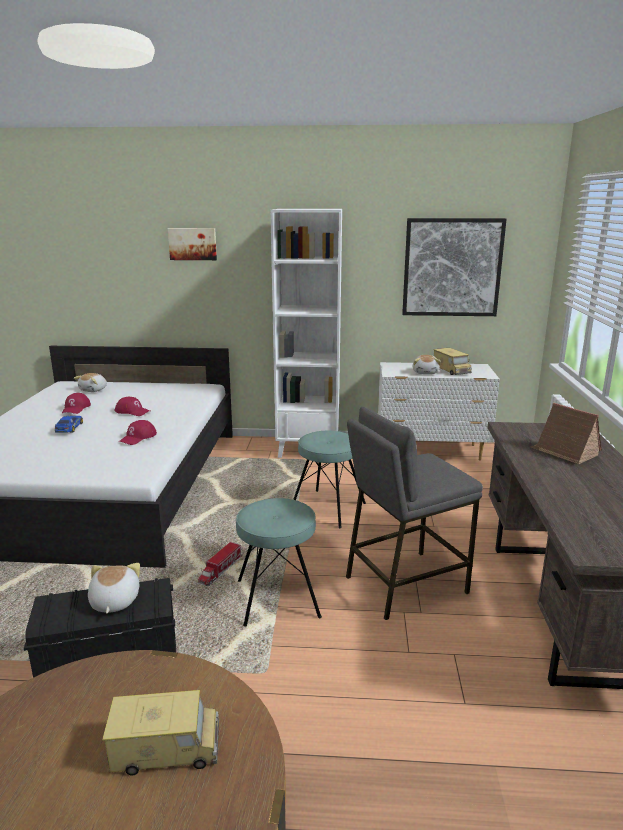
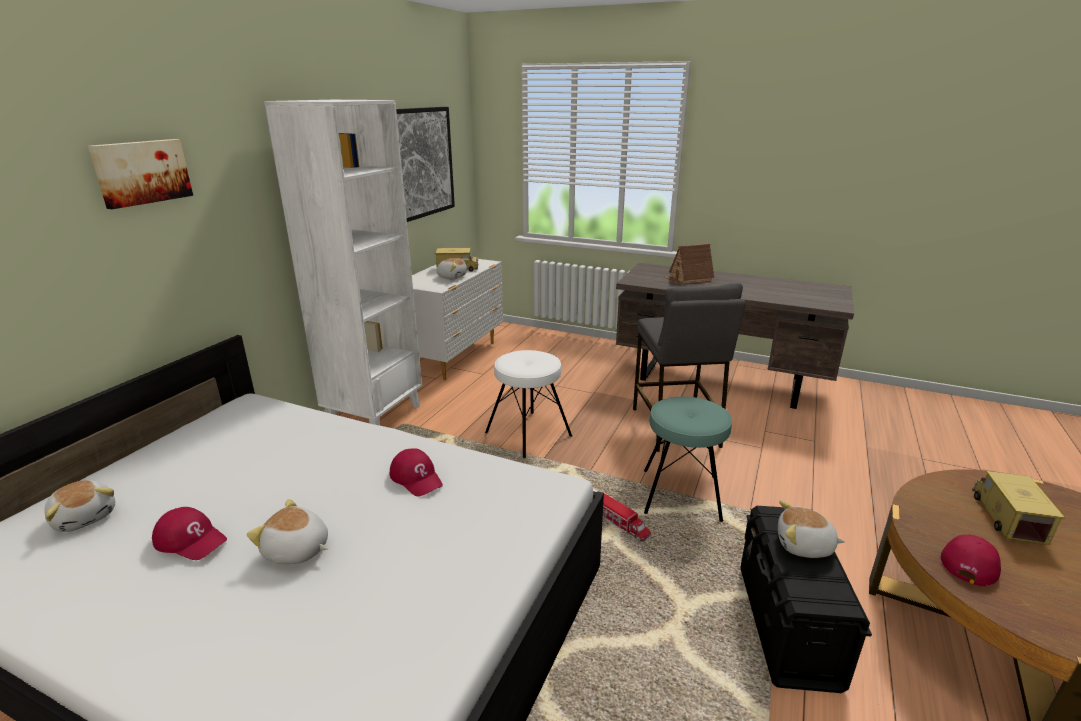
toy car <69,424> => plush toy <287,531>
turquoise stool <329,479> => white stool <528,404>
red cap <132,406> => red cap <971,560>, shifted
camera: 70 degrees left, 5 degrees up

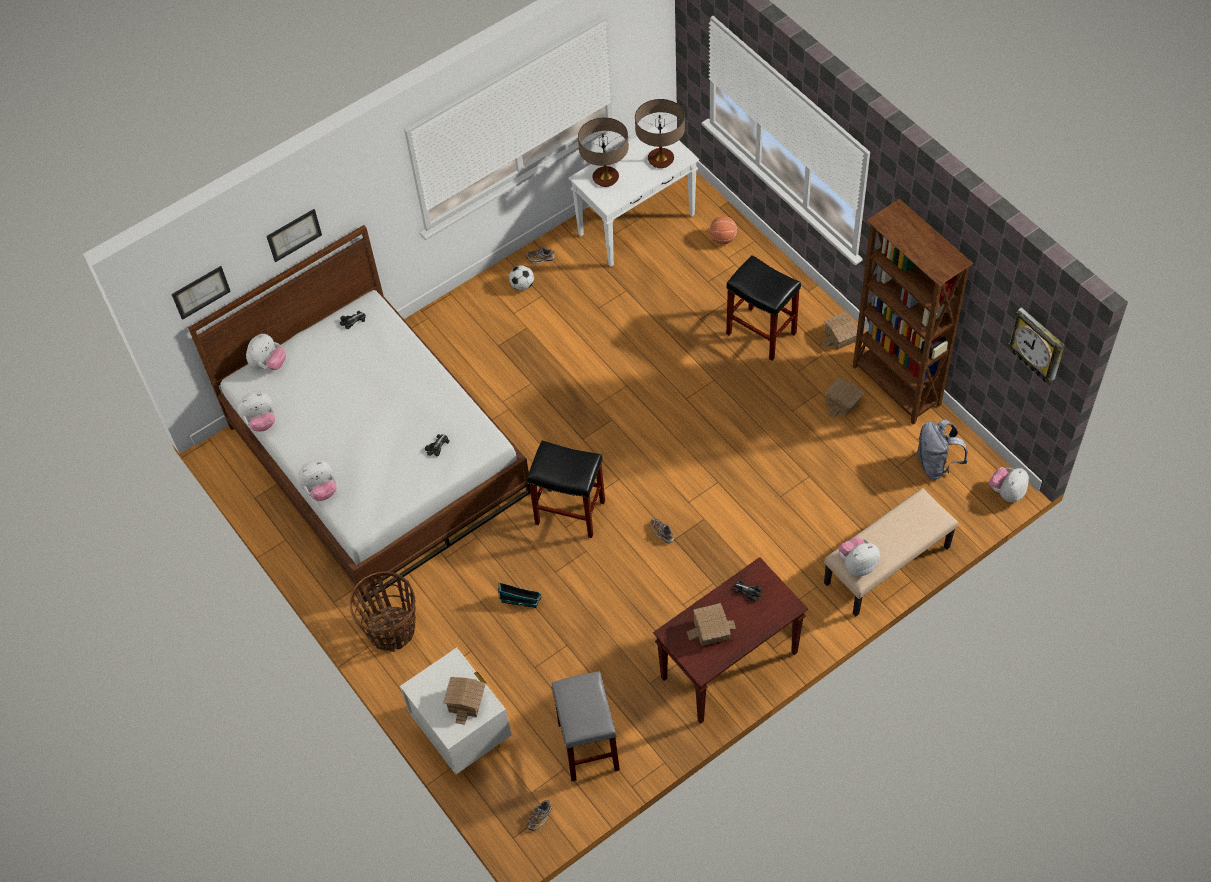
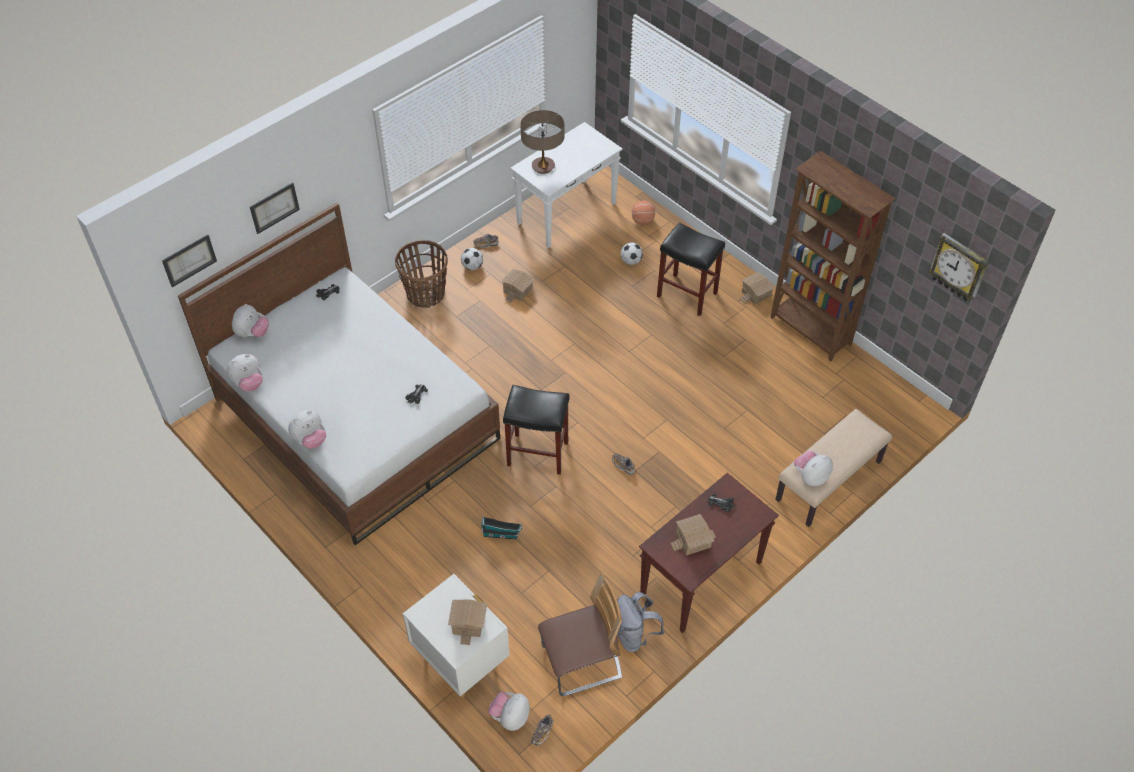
basket <383,612> => basket <421,274>, shifted
plush toy <1009,485> => plush toy <509,711>, shifted
toy house <844,397> => toy house <518,286>, shifted
grey stool <585,726> => chair <580,634>
grey backpack <941,449> => grey backpack <640,622>, shifted
nothing => football <632,253>
table lamp <660,133> => nothing
camera: 10 degrees left, 5 degrees down

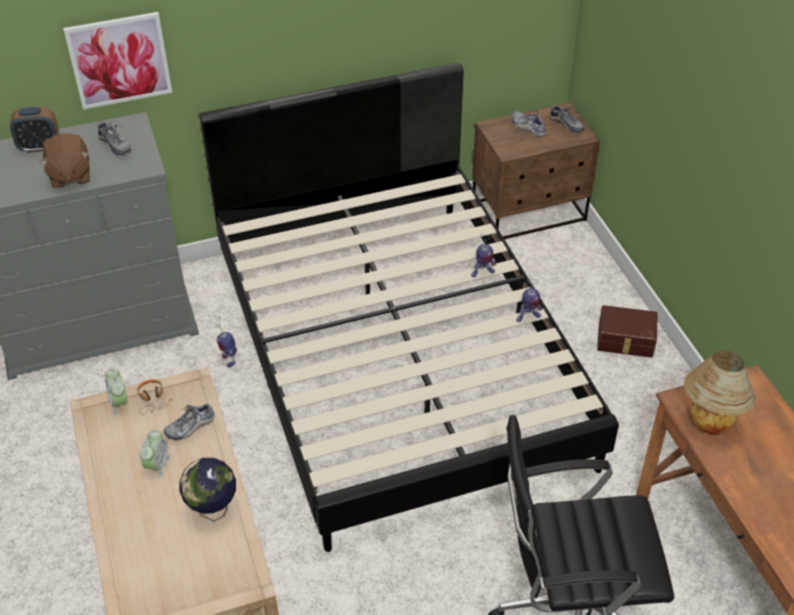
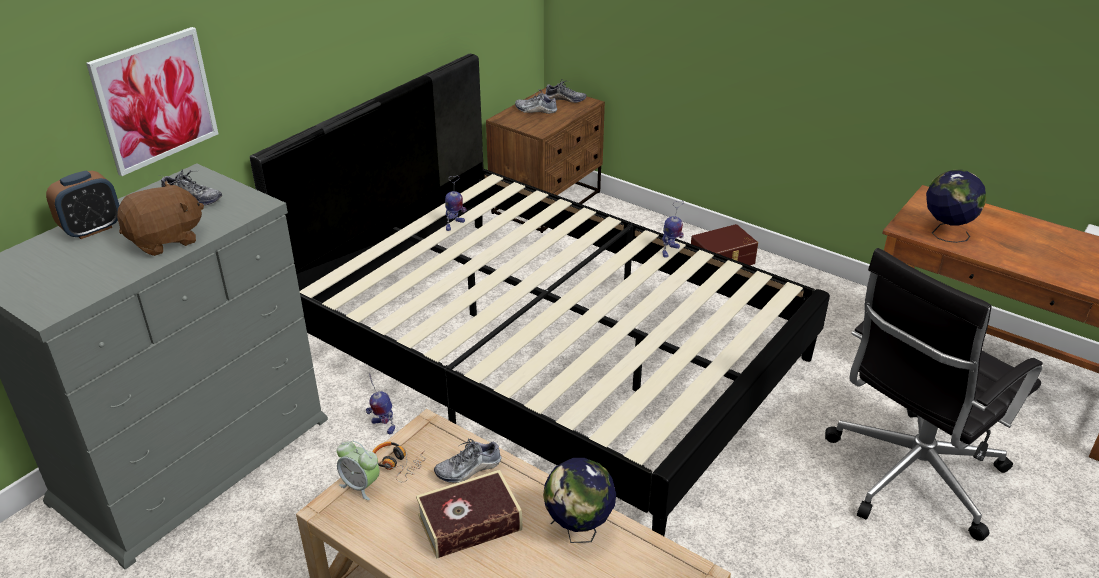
brown plush toy <64,160> => brown plush toy <160,218>, 75 degrees counterclockwise
alarm clock <154,454> => book <469,514>
shoe <189,422> => shoe <468,460>, 45 degrees clockwise
toy robot <483,255> => toy robot <456,203>, shifted
table lamp <719,392> => globe <956,206>
camera: 35 degrees left, 10 degrees down

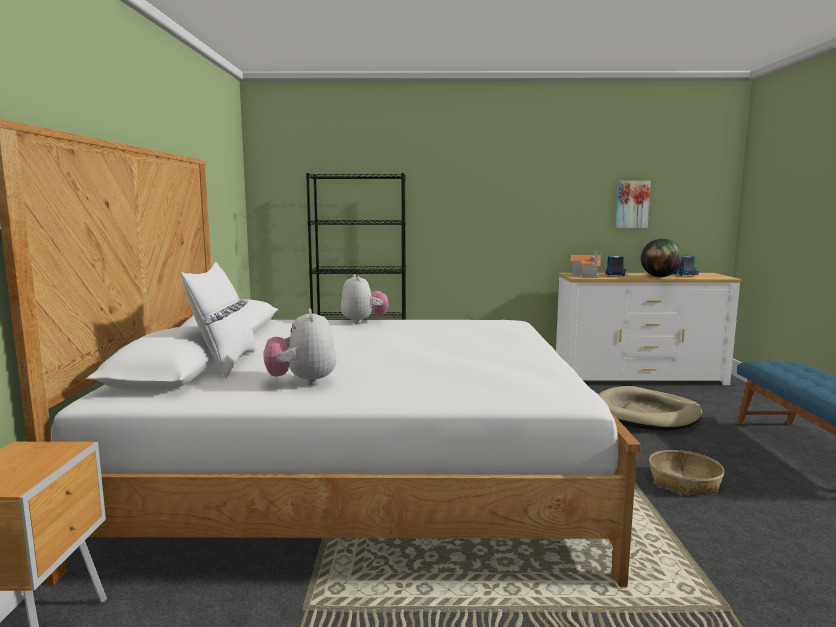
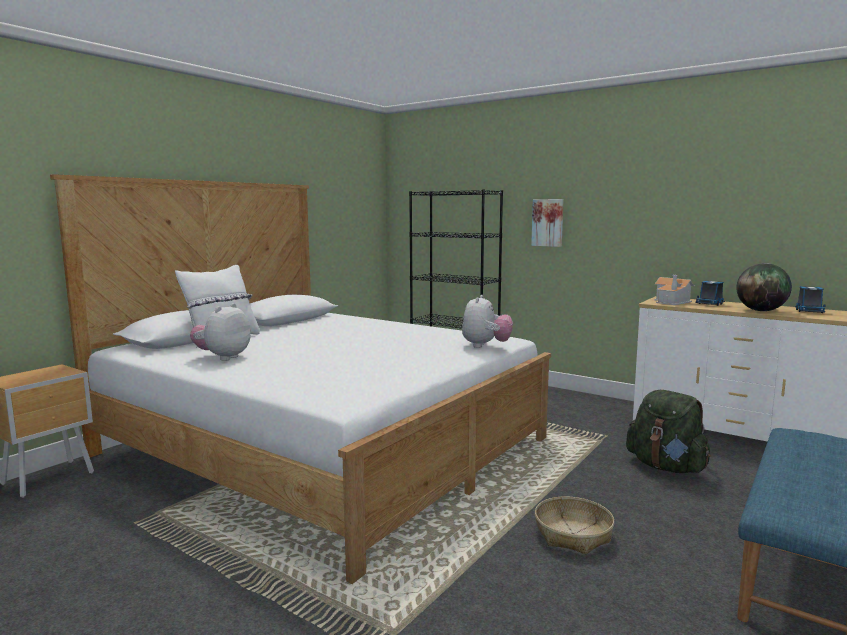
plush toy <365,299> => plush toy <487,321>, shifted
picture <633,204> => picture <547,223>, shifted
beige dog bed <650,408> => green backpack <668,431>
camera: 35 degrees right, 0 degrees up

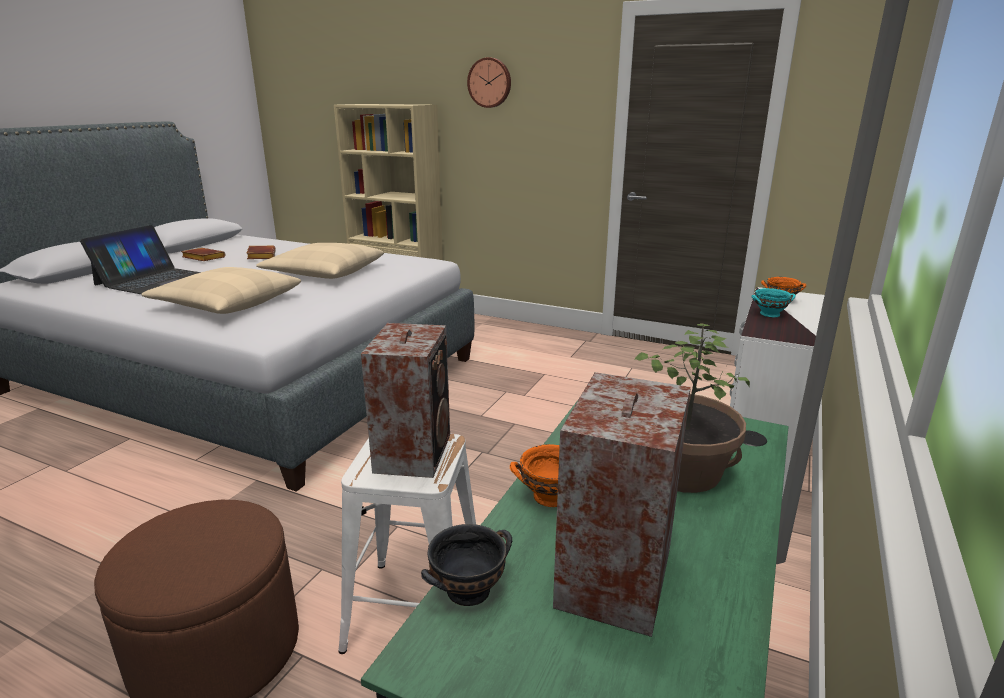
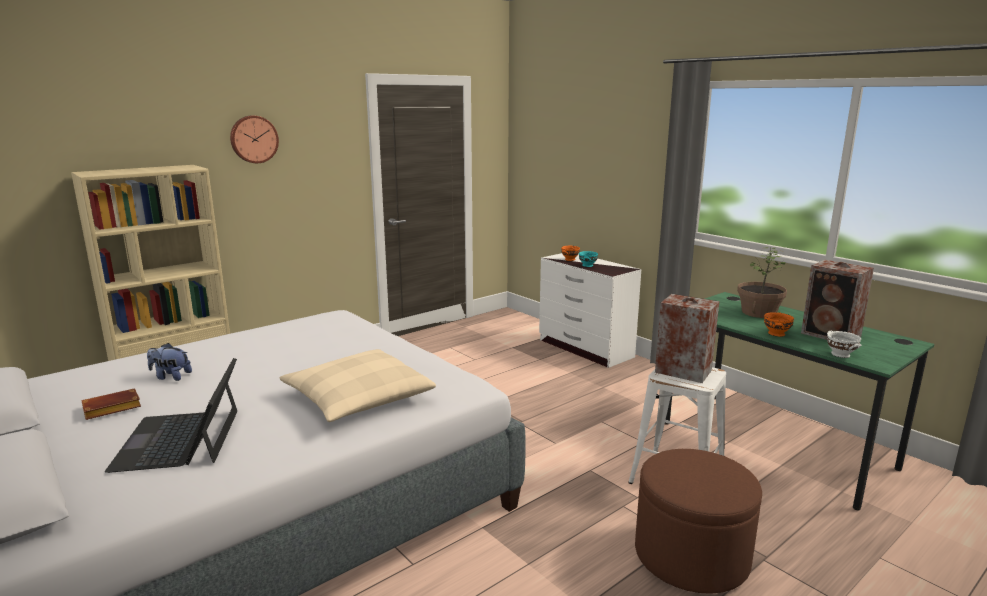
laptop <140,259> => laptop <171,415>, 150 degrees counterclockwise
brown book <260,252> => plush toy <169,362>
black bowl <466,565> => white bowl <844,344>
beige pillow <320,261> => nothing
camera: 65 degrees left, 5 degrees down

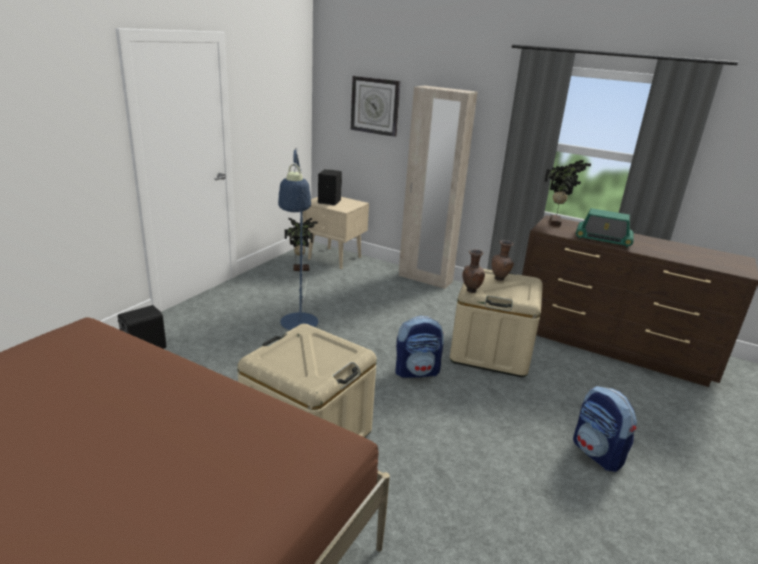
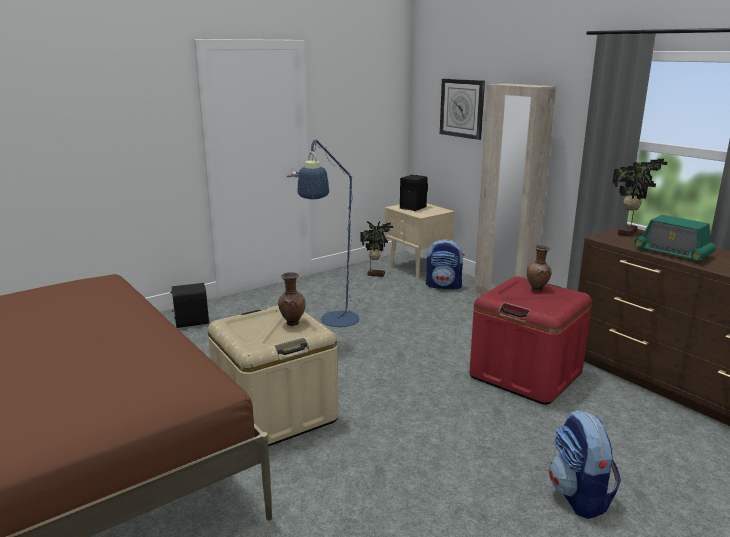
brown vase <473,271> => brown vase <292,299>, shifted
backpack <419,347> => backpack <445,264>, shifted
beige storage box <496,323> => red storage box <530,340>
camera: 25 degrees right, 5 degrees down

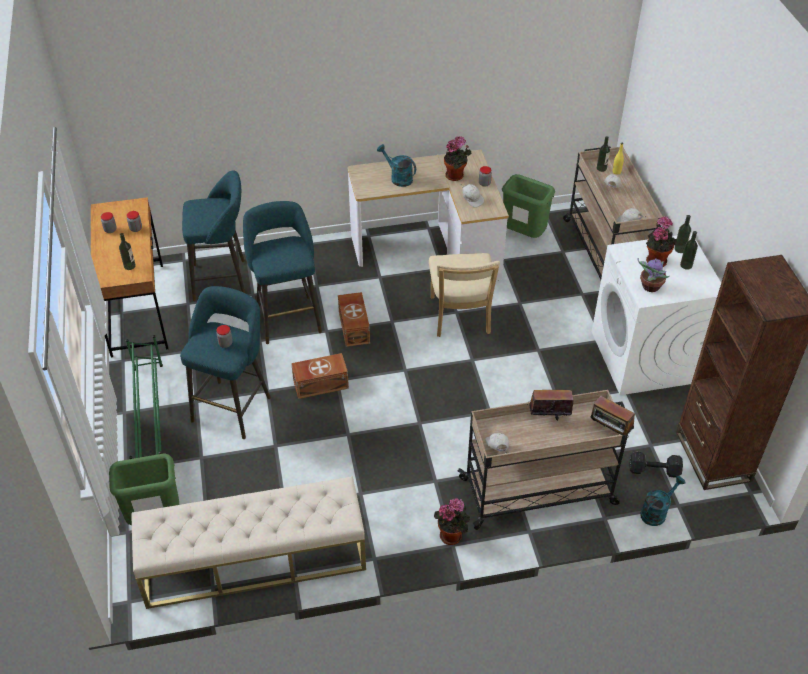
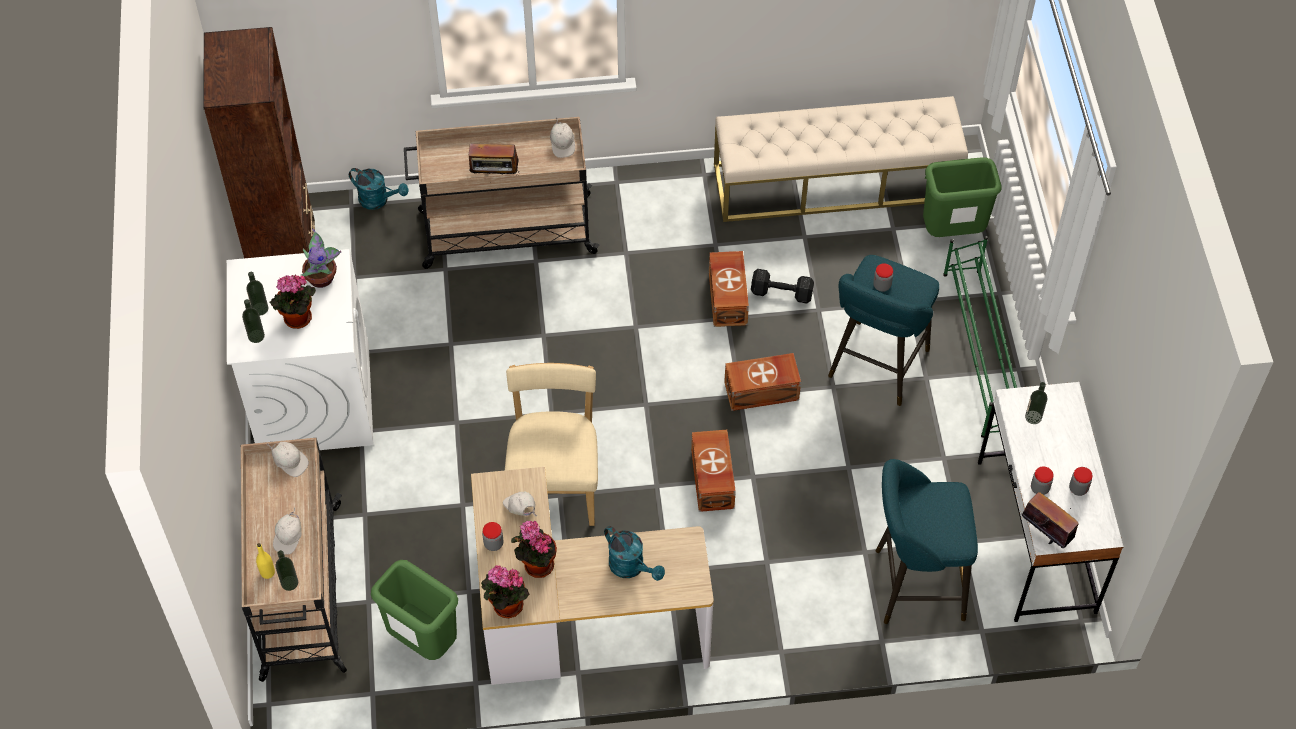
turquoise watering can <662,501> => turquoise watering can <378,189>, 120 degrees counterclockwise
potted plant <452,521> => potted plant <505,591>, shifted
nothing => brown storage box <729,289>
black dumbbell <656,465> => black dumbbell <782,286>, shifted
brown desk <129,277> => white desk <1051,502>
radio <613,416> => radio <1050,520>, shifted
turquoise stool <282,272> => nothing
camera: 175 degrees left, 10 degrees up

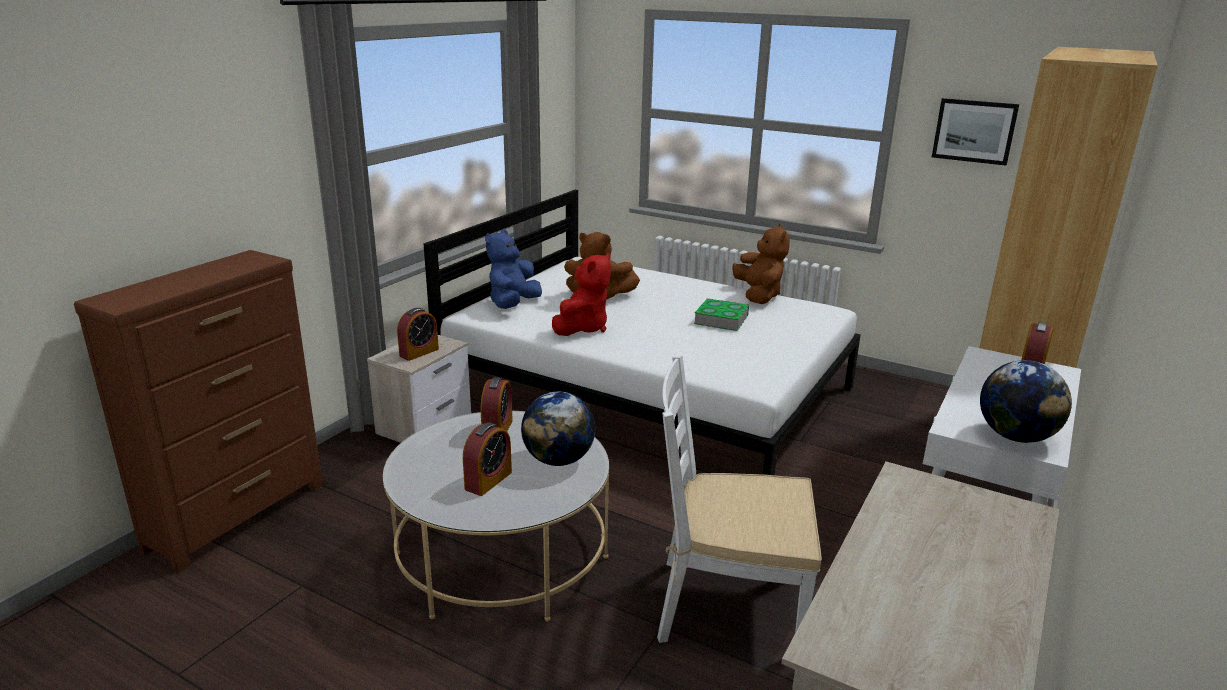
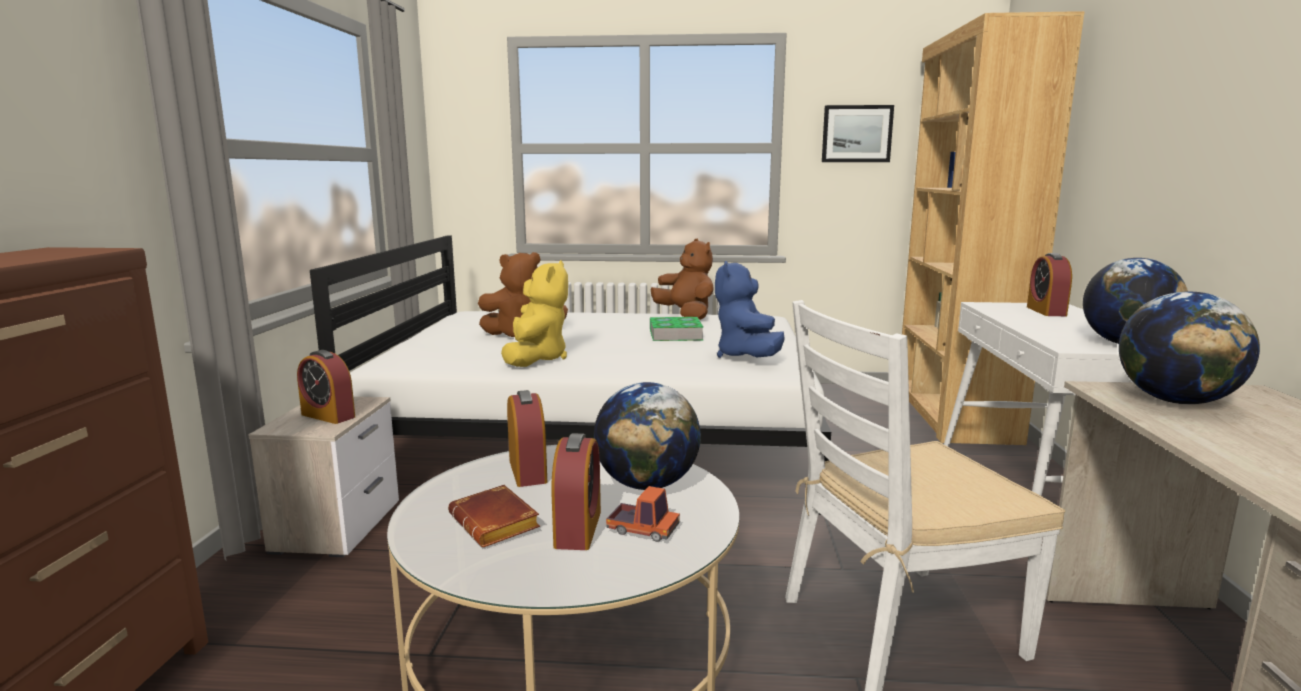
alarm clock <418,334> => alarm clock <326,387>, 105 degrees clockwise
nothing => brown book <494,516>
red plush toy <581,294> => yellow plush toy <534,313>
nothing => toy truck <643,514>
blue plush toy <513,269> => blue plush toy <750,309>, shifted
nothing => globe <1189,347>
camera: 25 degrees left, 10 degrees down

